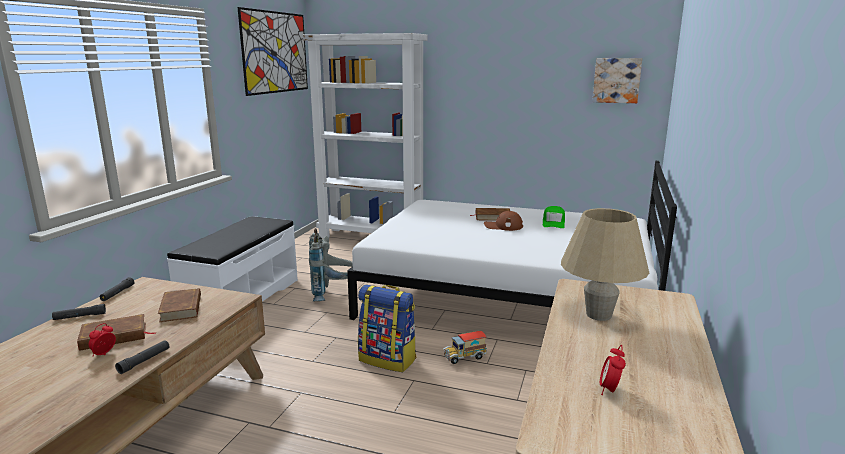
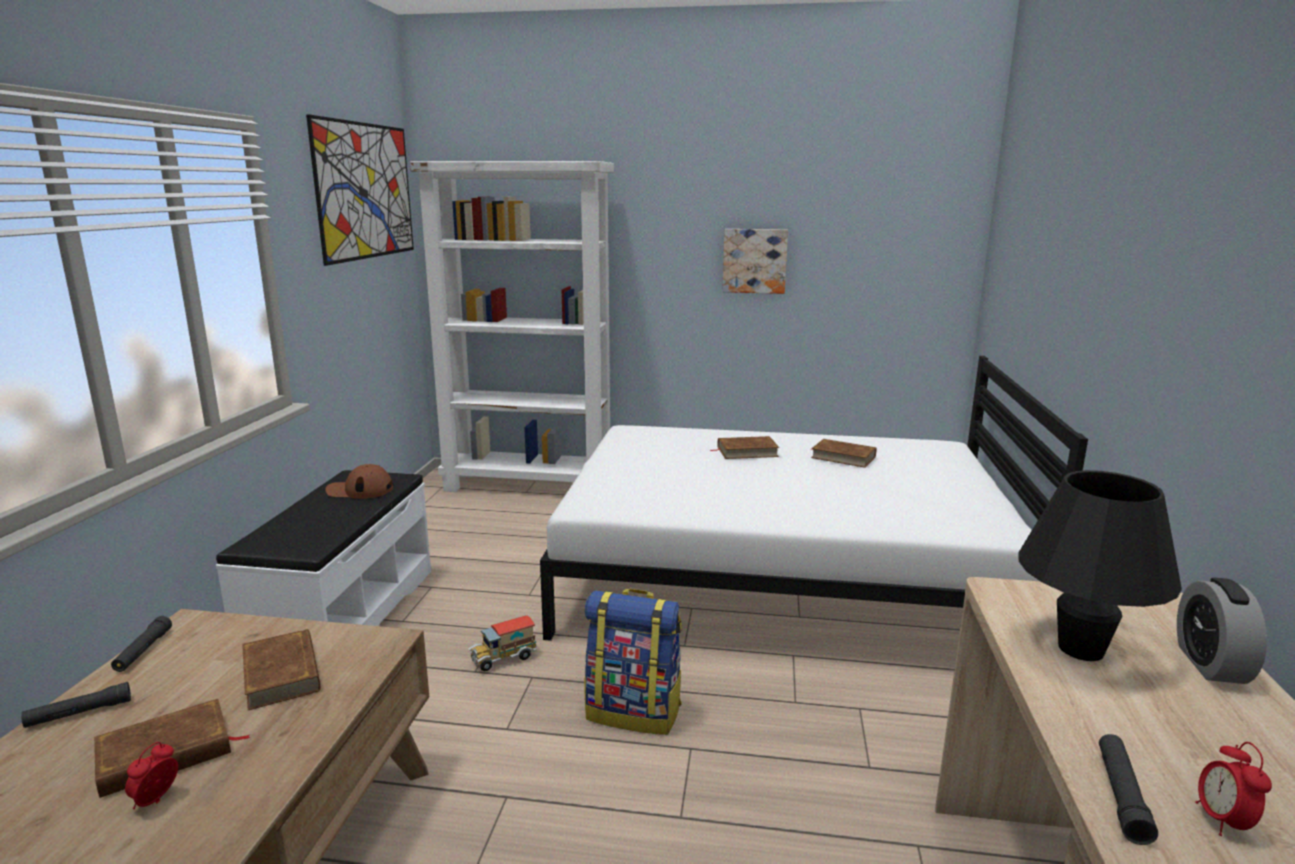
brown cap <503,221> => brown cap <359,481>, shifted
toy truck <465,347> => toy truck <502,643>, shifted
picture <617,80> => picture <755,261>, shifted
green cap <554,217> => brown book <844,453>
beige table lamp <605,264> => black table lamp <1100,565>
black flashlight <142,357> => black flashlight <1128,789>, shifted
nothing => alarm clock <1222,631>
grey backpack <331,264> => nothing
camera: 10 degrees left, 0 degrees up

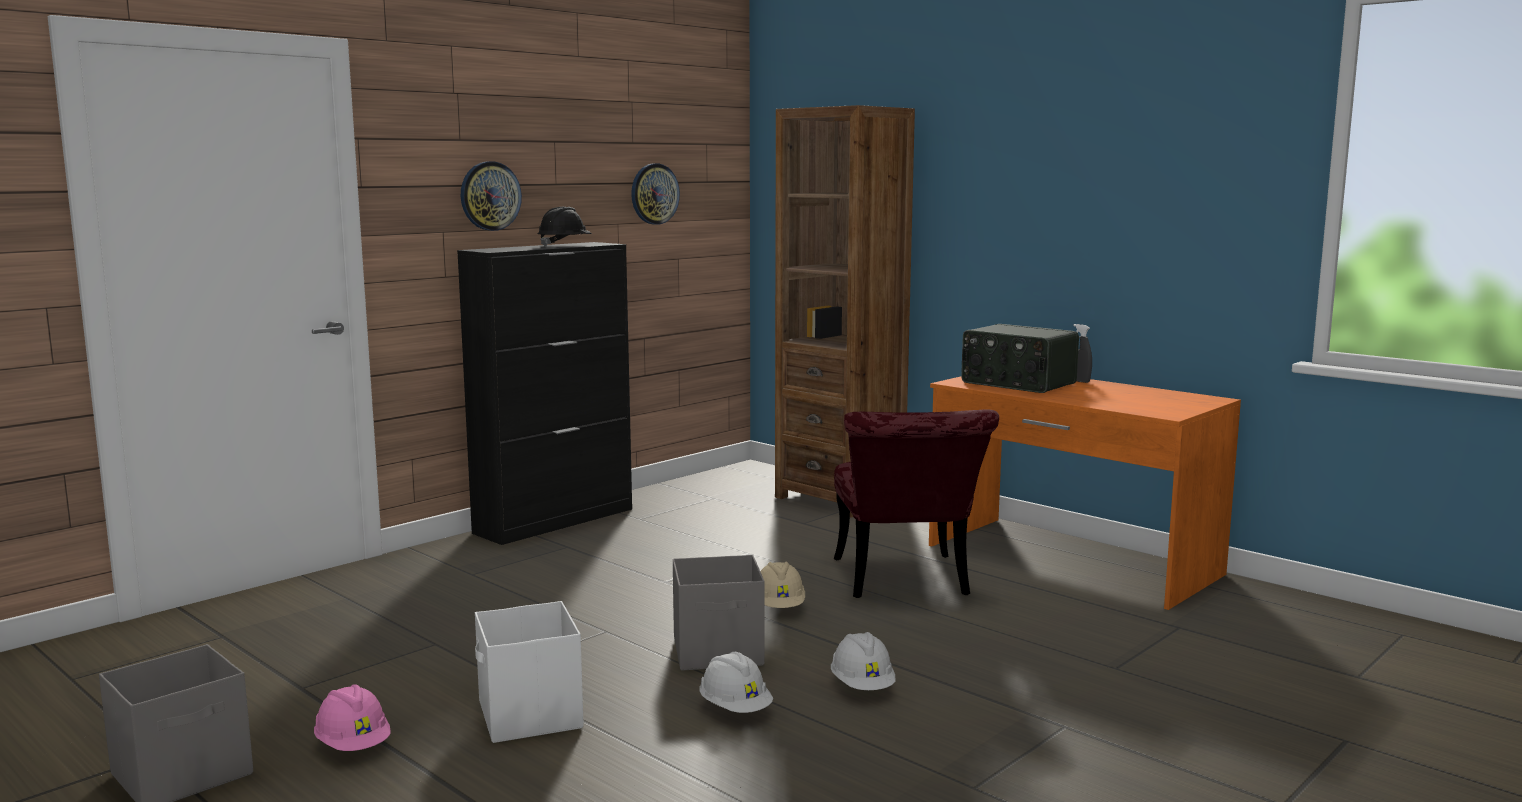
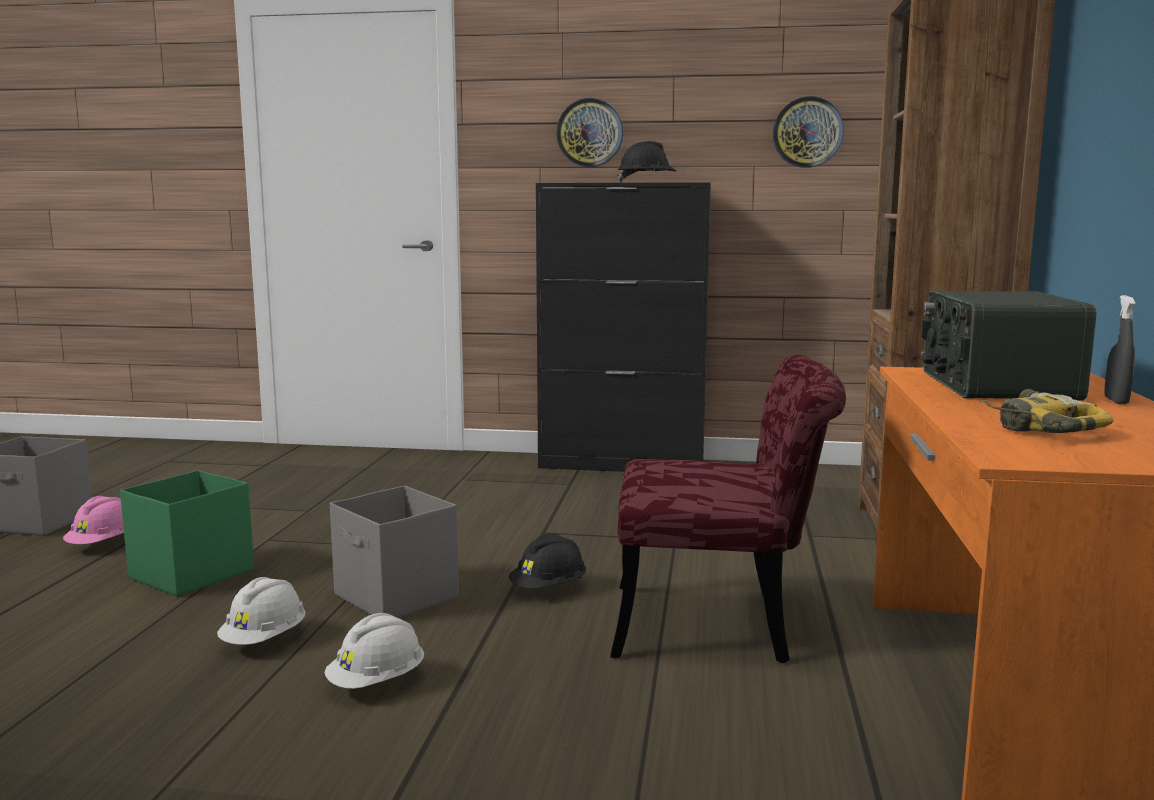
white storage box <529,672> => green storage box <187,533>
beige hard hat <782,585> => black hard hat <547,561>
red chair <916,504> => red chair <728,509>, 135 degrees counterclockwise
nothing => power drill <1047,411>
camera: 55 degrees right, 0 degrees up

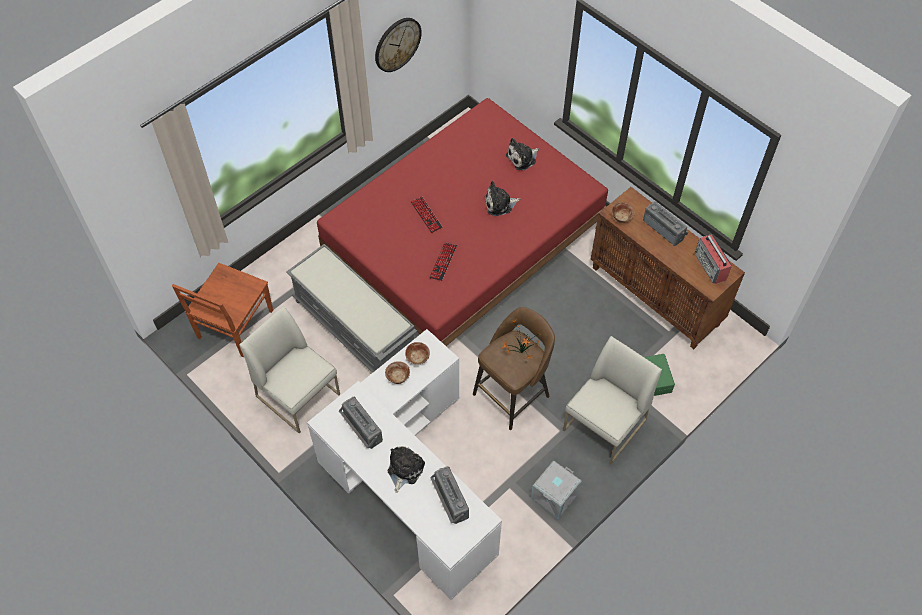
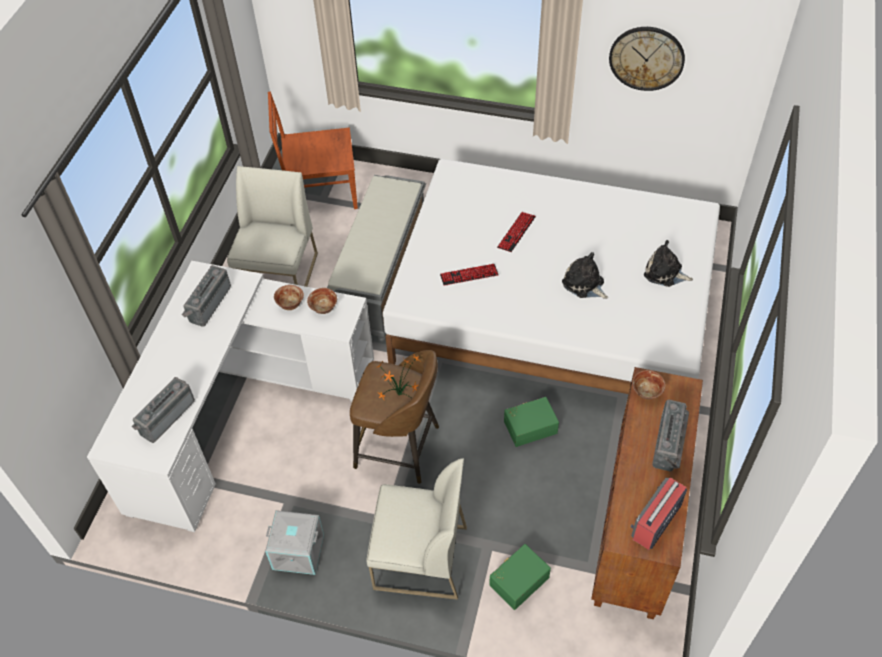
red bed <462,222> => white bed <551,276>
nothing => green storage box <531,422>
plush toy <406,469> => nothing
camera: 60 degrees right, 5 degrees down

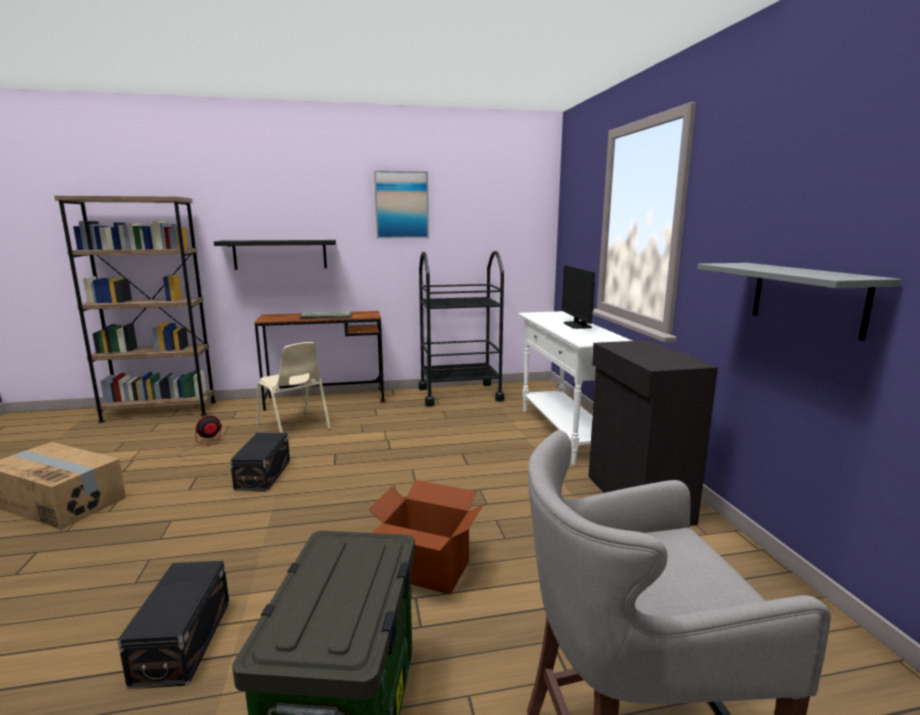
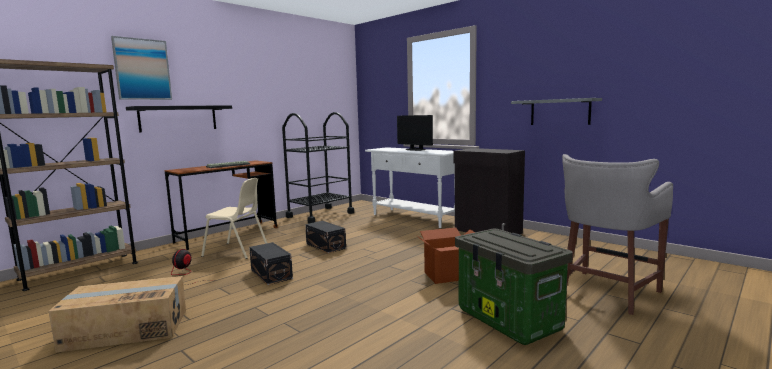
picture <401,204> => picture <141,68>, shifted
black storage box <173,625> => black storage box <325,237>, shifted
camera: 35 degrees left, 5 degrees down

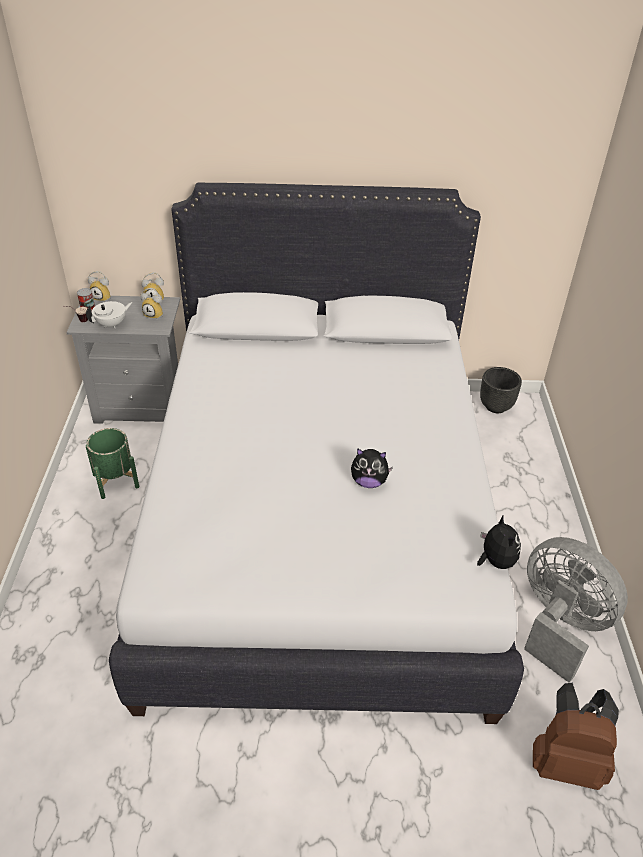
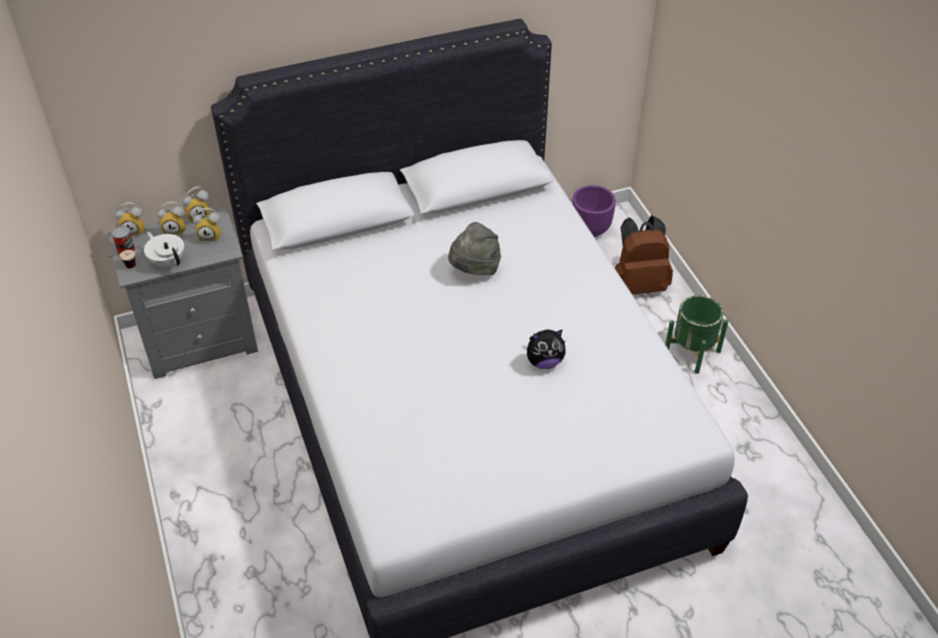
white teapot <109,315> => white teapot <164,249>, 75 degrees counterclockwise
nothing => alarm clock <171,218>
nothing => grey hat <474,248>
black planter <501,390> => purple planter <594,211>
brown backpack <576,736> => brown backpack <644,254>, shifted
green planter <112,463> => green planter <696,334>, shifted
plush toy <499,542> => nothing
grey fan <576,610> => nothing
camera: 20 degrees left, 5 degrees up

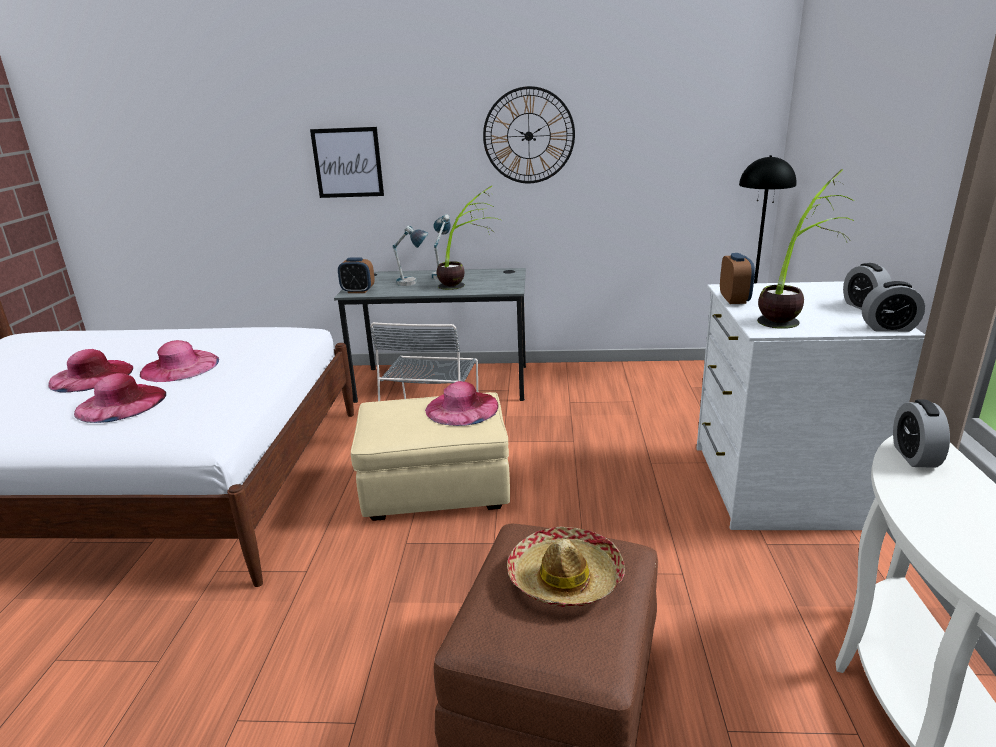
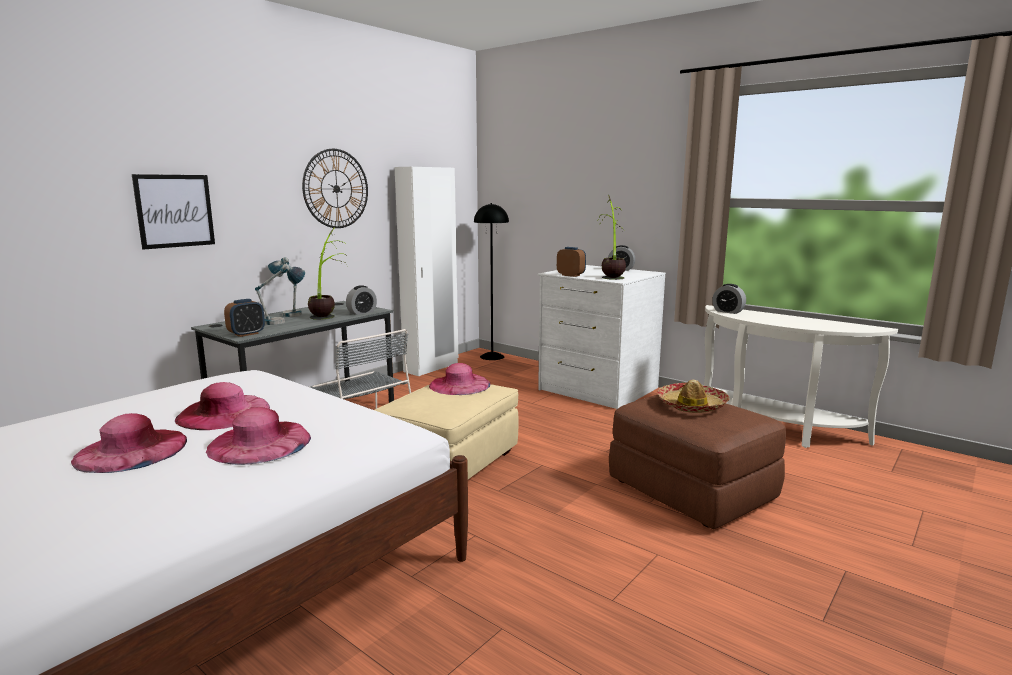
alarm clock <893,306> => alarm clock <361,300>, shifted
nothing => white wardrobe <426,271>
camera: 55 degrees left, 10 degrees down

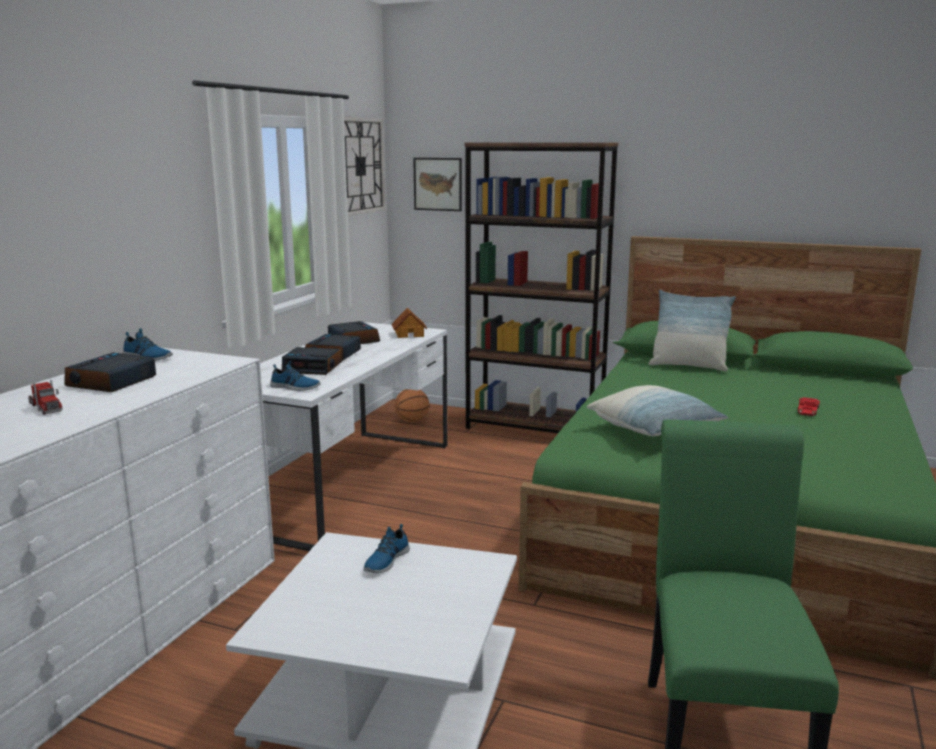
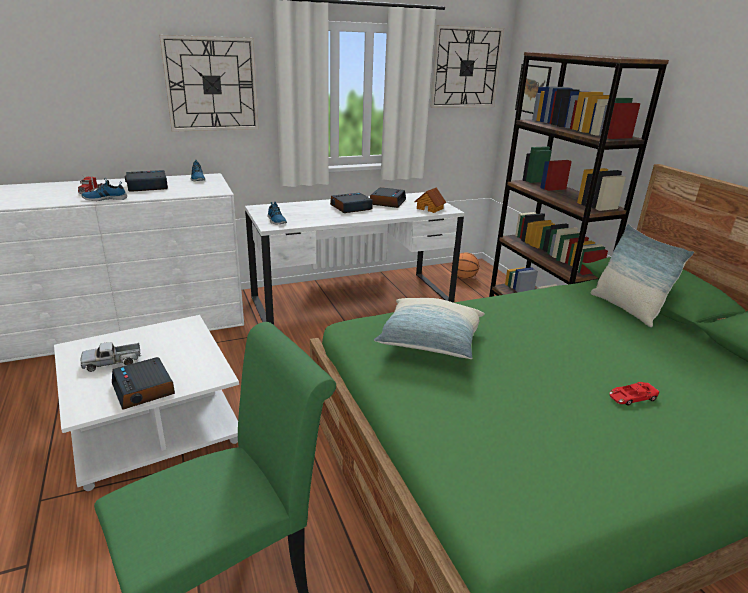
shoe <386,548> => shoe <104,189>, shifted
nothing => toy truck <111,357>
alarm clock <312,361> => alarm clock <143,383>, shifted
nothing => wall clock <209,83>
camera: 45 degrees right, 10 degrees up

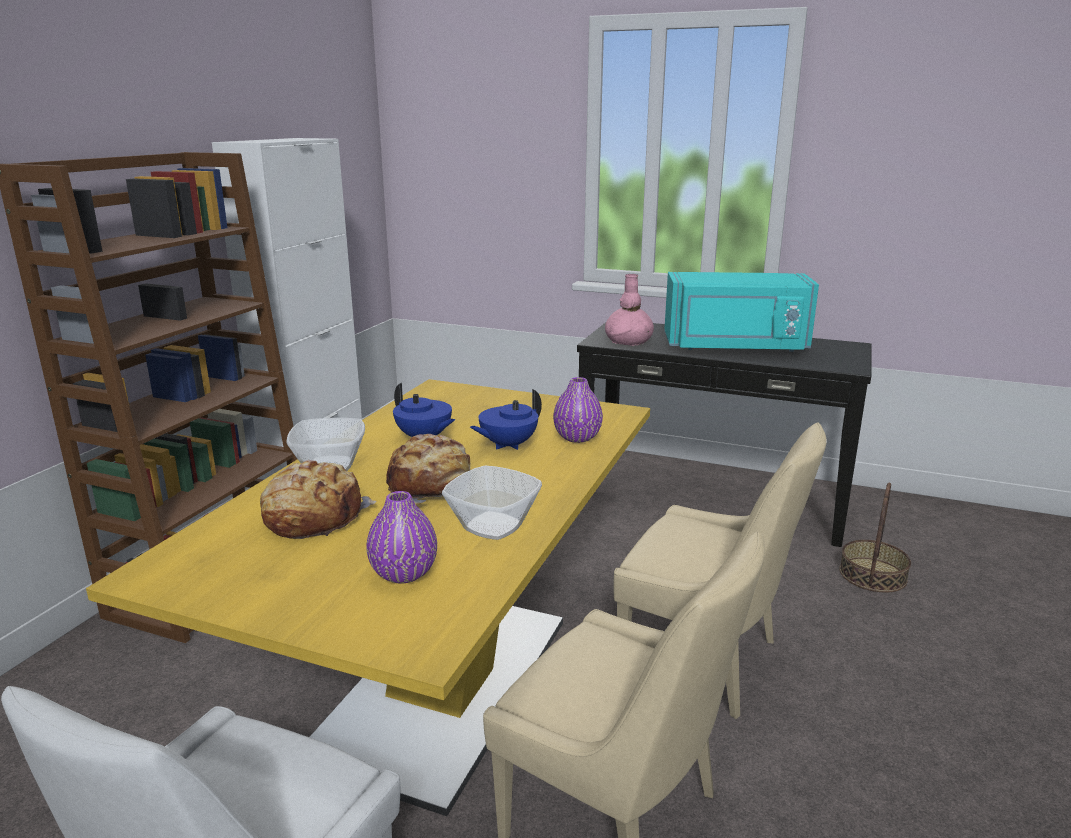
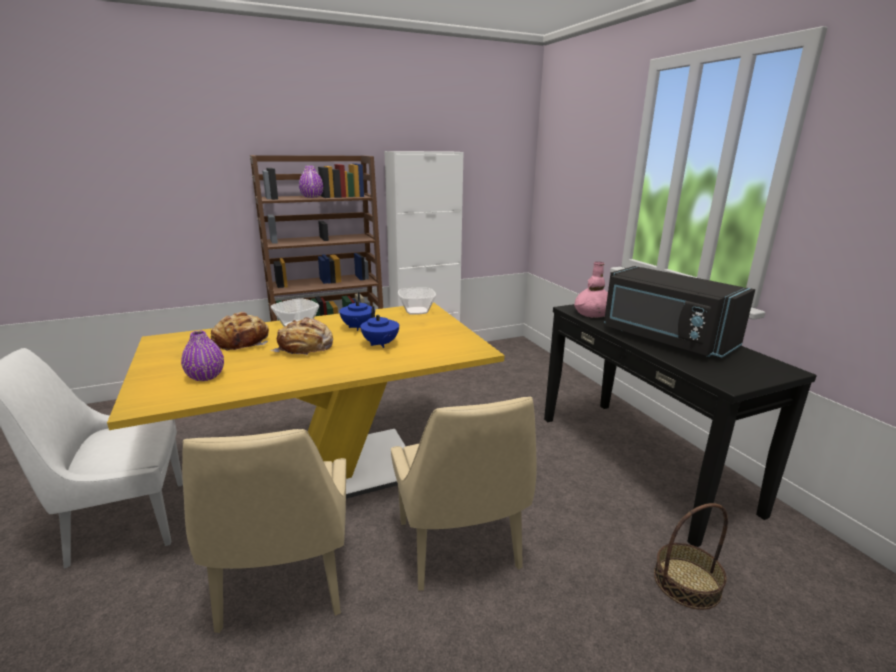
purple vase <578,410> => purple vase <311,182>, shifted
blue teapot <506,419> => blue teapot <379,327>, 120 degrees counterclockwise
bowl <492,503> => bowl <417,301>, shifted
turquoise microwave <742,312> => black microwave <679,312>
camera: 45 degrees right, 0 degrees up

